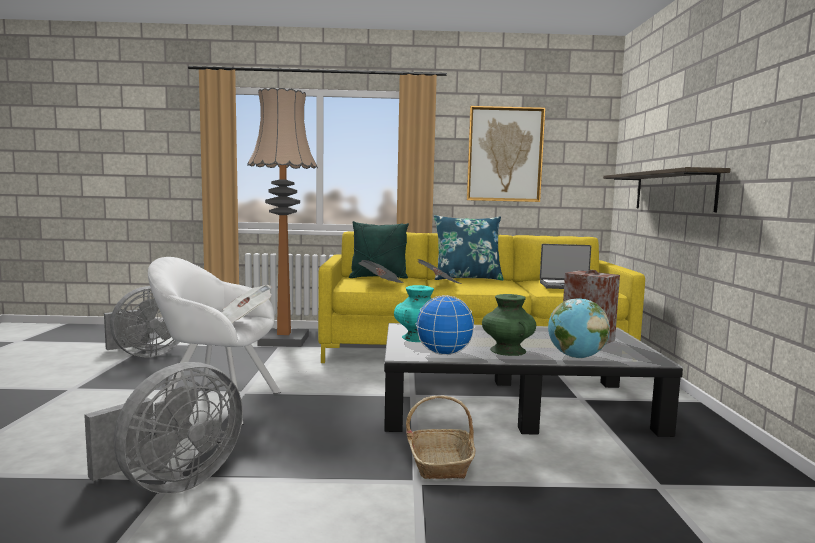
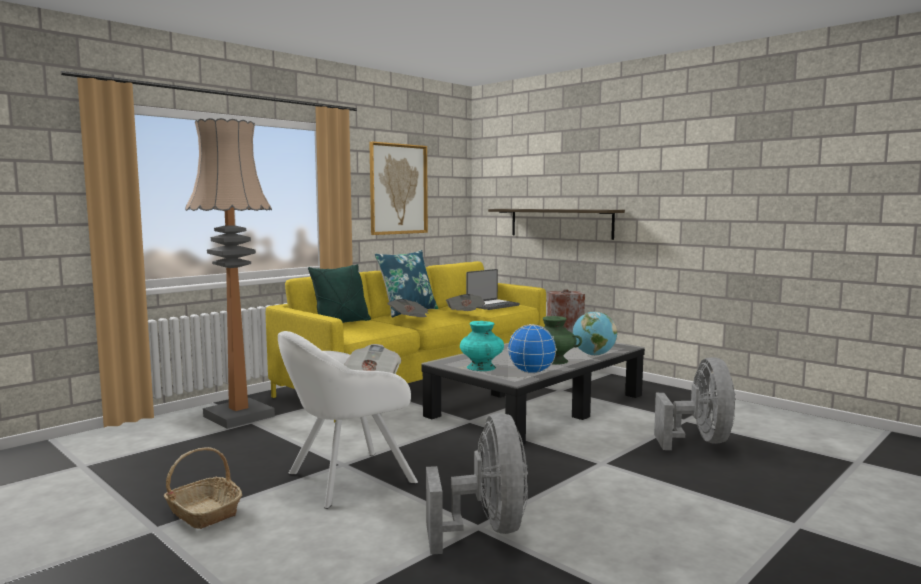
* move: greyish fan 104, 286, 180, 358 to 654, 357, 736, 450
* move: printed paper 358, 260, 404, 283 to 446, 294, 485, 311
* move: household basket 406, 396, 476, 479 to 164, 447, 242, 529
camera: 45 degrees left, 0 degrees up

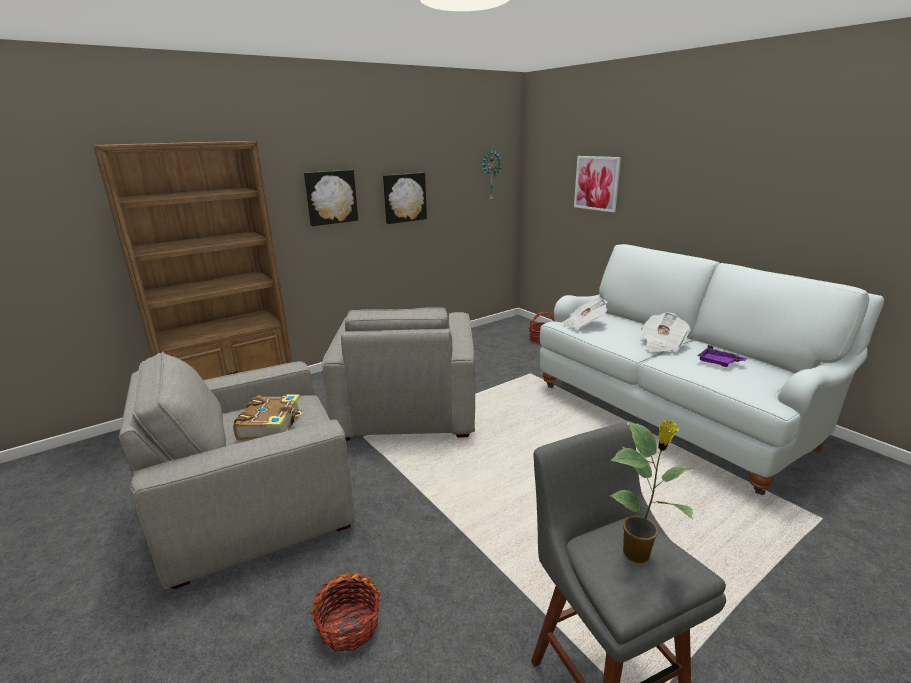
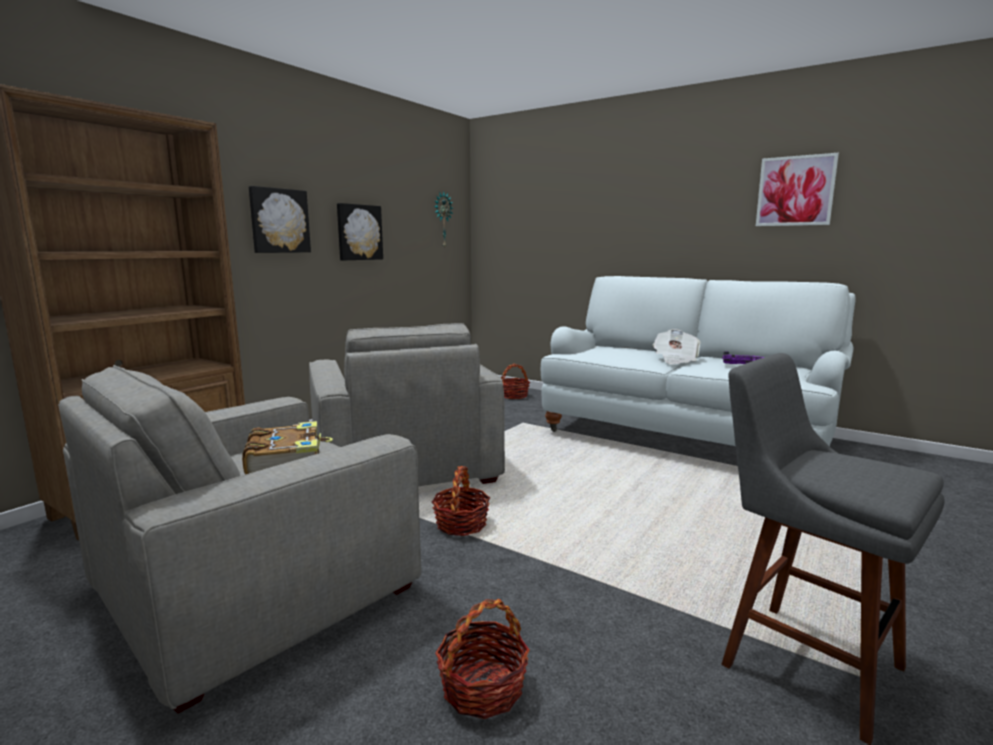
* delete: printed paper 561, 300, 608, 329
* delete: houseplant 609, 420, 694, 563
* insert: household basket 432, 466, 490, 536
* move: picture 574, 156, 621, 212 to 756, 153, 839, 226
camera: 20 degrees left, 10 degrees down

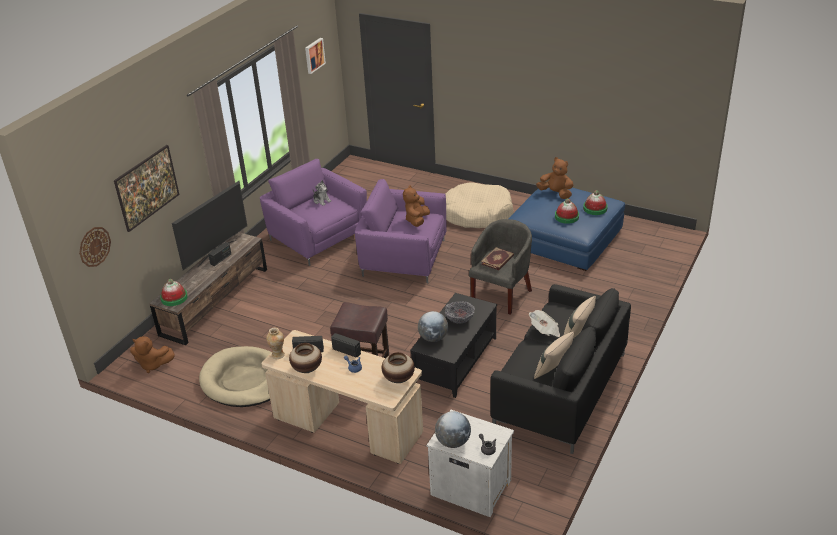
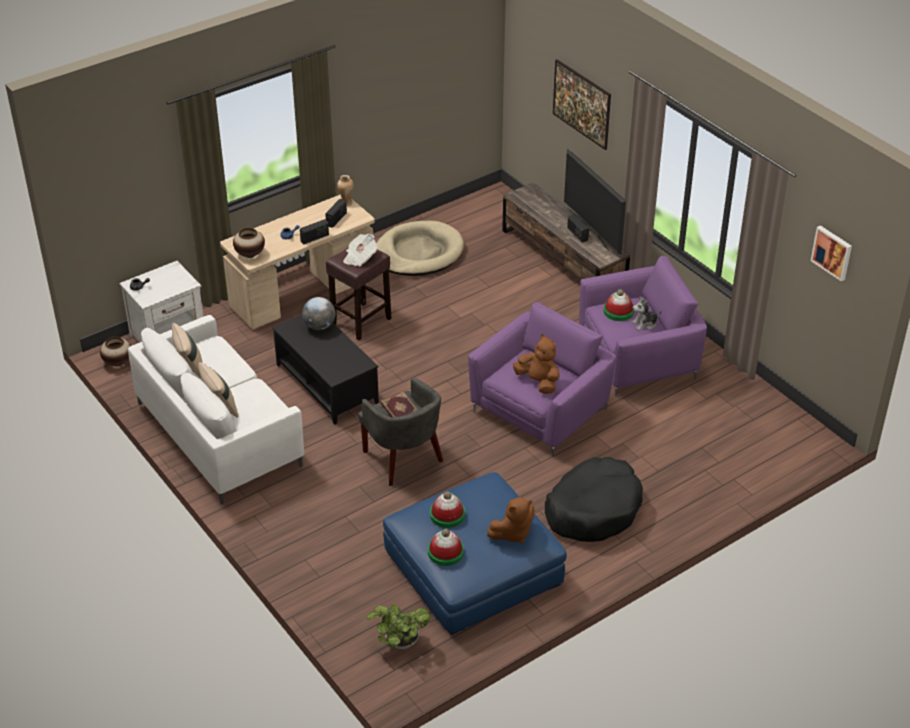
* delete: wall clock 79, 227, 111, 267
* delete: brown cuddly toy 130, 336, 175, 373
* delete: world globe 435, 411, 471, 448
* delete: serving bowl 445, 301, 475, 324
* insert: houseplant 367, 605, 430, 649
* move: wearable hat 160, 279, 188, 306 to 603, 289, 634, 321
* move: flower vase 289, 343, 322, 373 to 100, 337, 131, 366
* move: printed paper 529, 310, 560, 337 to 343, 234, 377, 267
* recolor: beige-coloured dog bed 446, 182, 514, 228 to black dog bed 545, 457, 643, 542
* recolor: black settee 490, 284, 631, 454 to white-coloured settee 128, 315, 304, 504
camera: 115 degrees right, 5 degrees up

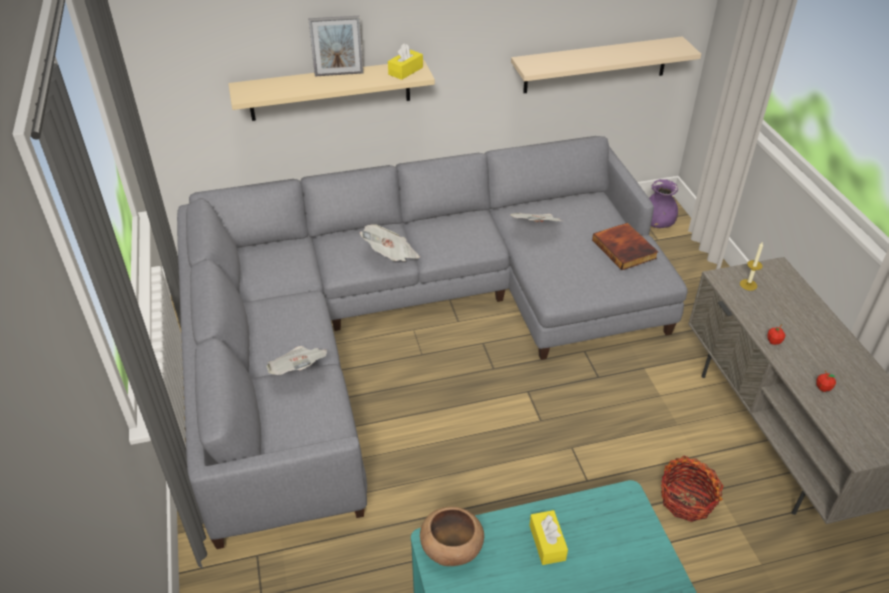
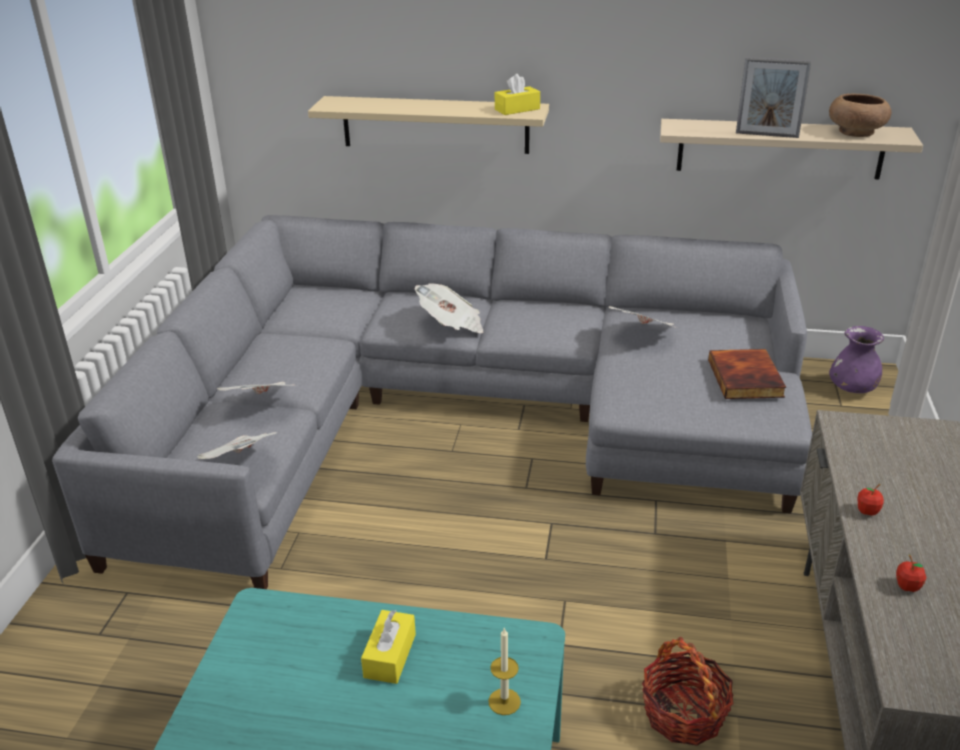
* insert: printed paper 197, 432, 277, 459
* move: standing frame 308, 16, 363, 76 to 736, 57, 811, 138
* move: brown serving bowl 420, 507, 484, 566 to 829, 94, 892, 137
* move: wax candle 740, 241, 763, 291 to 488, 627, 521, 715
camera: 25 degrees right, 10 degrees down

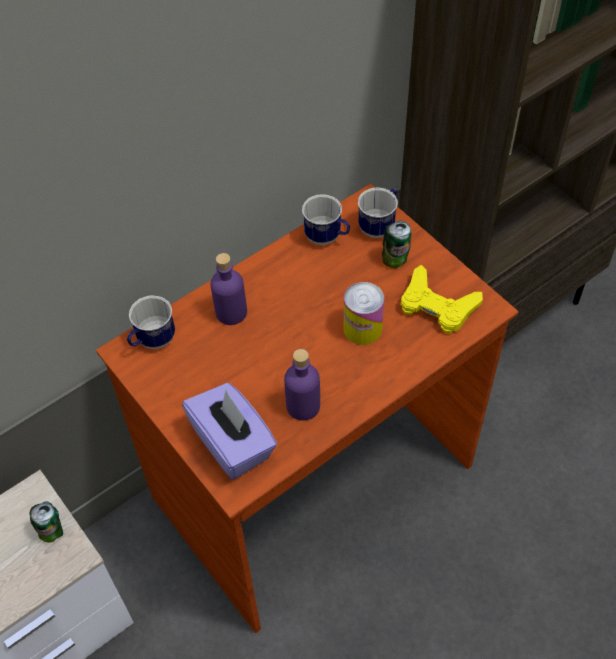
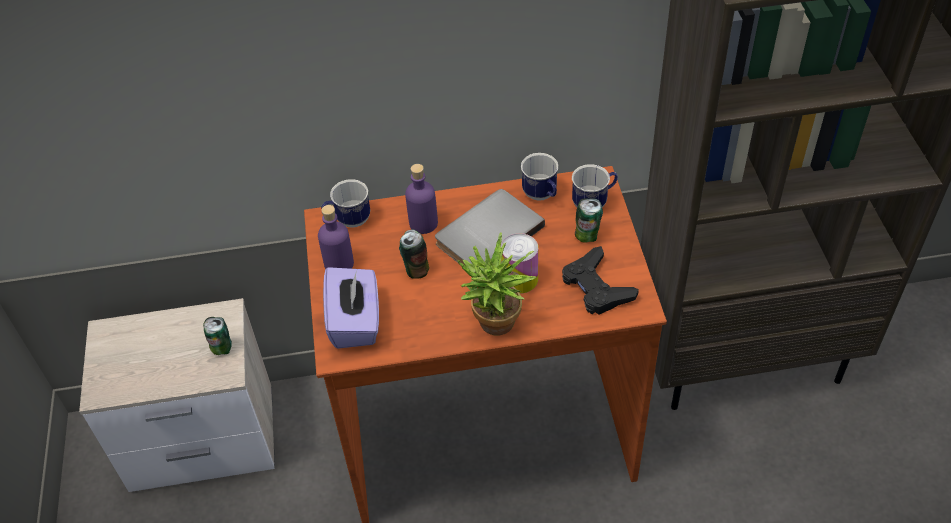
* insert: sealed can 399, 230, 429, 279
* insert: greyish volume 435, 189, 545, 273
* insert: houseplant 457, 232, 537, 335
* move: purple-coloured beverage bottle 284, 349, 320, 421 to 318, 205, 354, 269
* recolor: yellow-coloured joypad 401, 265, 483, 334 to black joypad 562, 246, 639, 315
camera: 30 degrees right, 5 degrees down

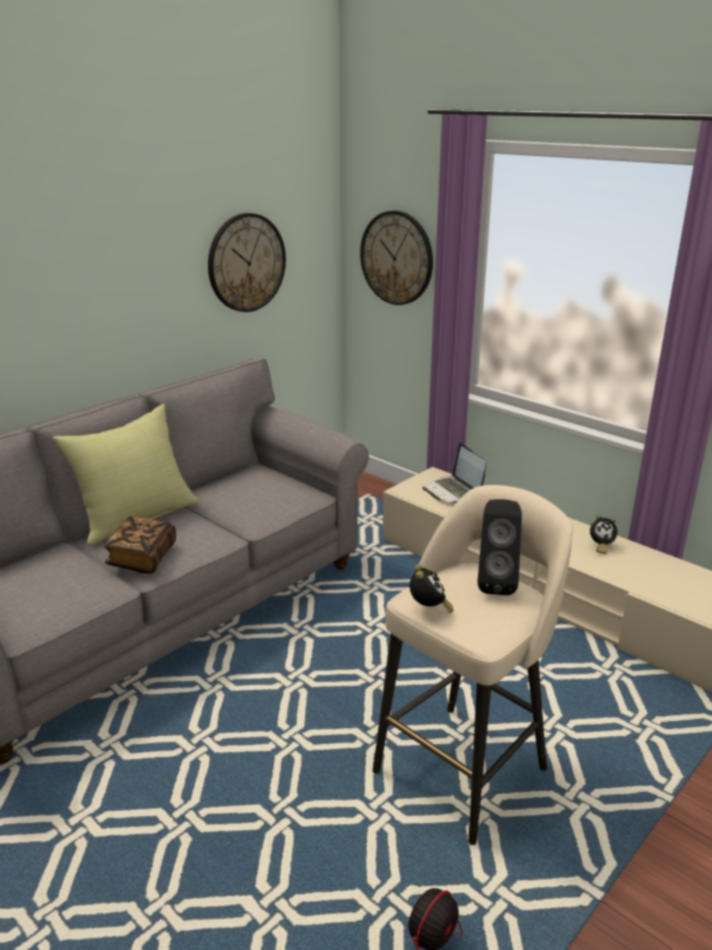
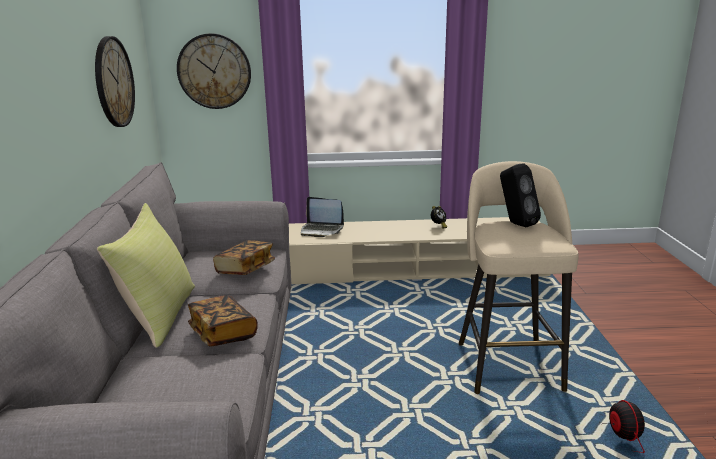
* delete: table clock 410, 564, 454, 613
* insert: volume 213, 240, 275, 275
camera: 45 degrees left, 5 degrees down

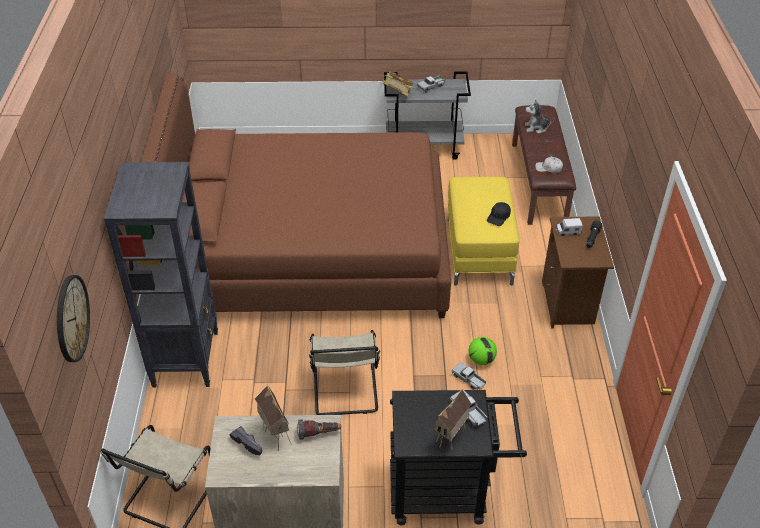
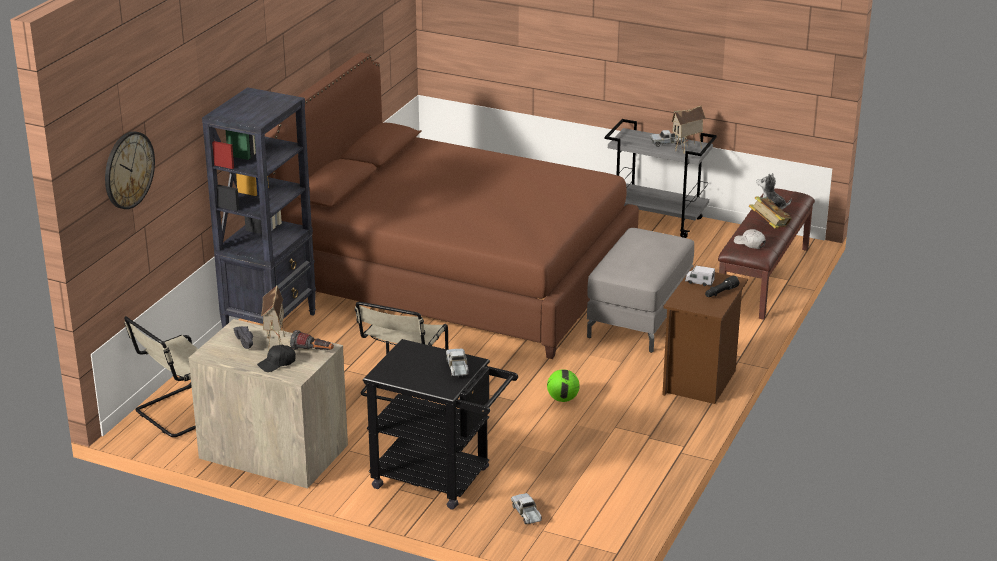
* move: volume 382, 71, 413, 96 to 749, 196, 792, 229
* move: toy house 434, 389, 472, 449 to 672, 105, 706, 154
* move: toy lorry 452, 363, 486, 390 to 511, 493, 542, 525
* move: black cap 487, 202, 511, 226 to 257, 345, 296, 372
* recolor: yellow-coloured ottoman 448, 177, 520, 286 to greyish ottoman 587, 228, 694, 353
camera: 25 degrees right, 15 degrees down

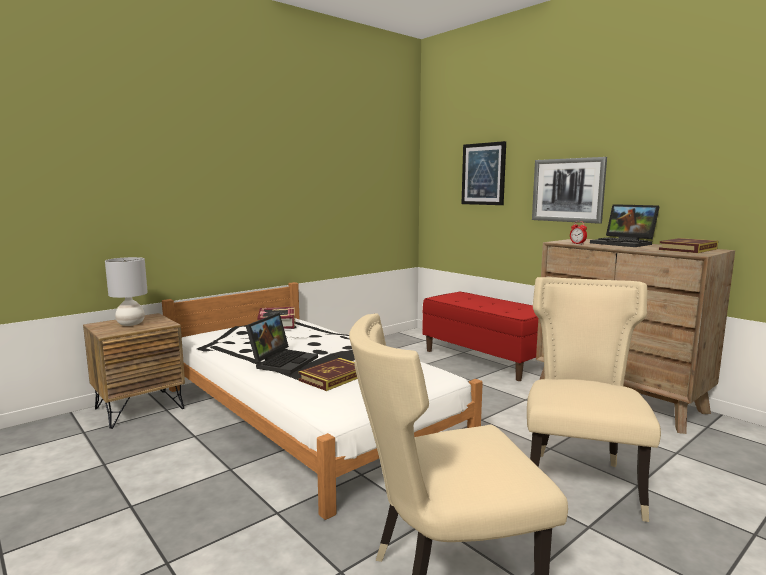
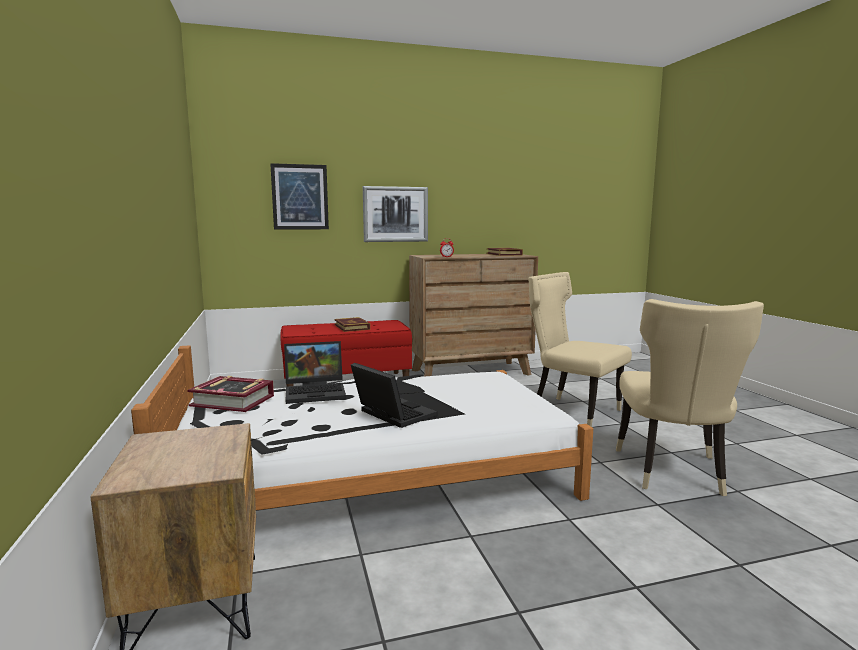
* delete: greyish table lamp 105, 257, 148, 326
* move: volume 298, 358, 357, 391 to 334, 317, 370, 332
* move: notebook computer 590, 204, 660, 247 to 284, 341, 346, 404
camera: 65 degrees left, 0 degrees up

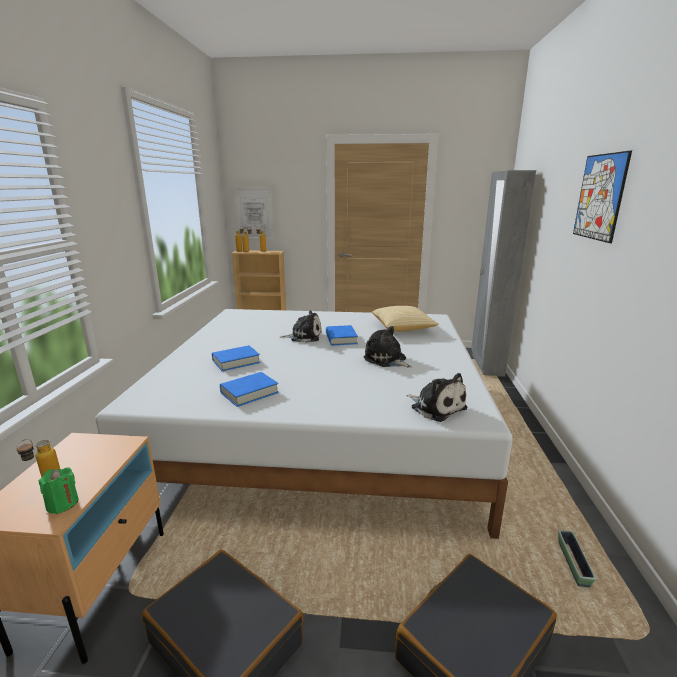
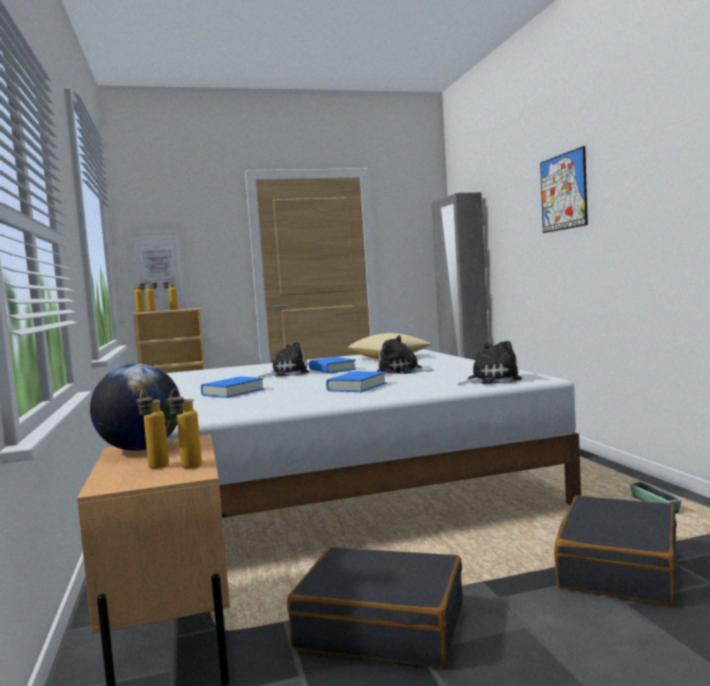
* insert: world globe 90, 364, 181, 451
* move: blue-coloured volume 220, 372, 279, 407 to 326, 371, 386, 392
* replace: greenish wax candle 39, 467, 79, 514 to beverage bottle 168, 389, 202, 469
* rotate: cuddly toy 406, 373, 467, 422 = 458, 341, 522, 385 45 degrees counterclockwise
camera: 20 degrees left, 15 degrees down

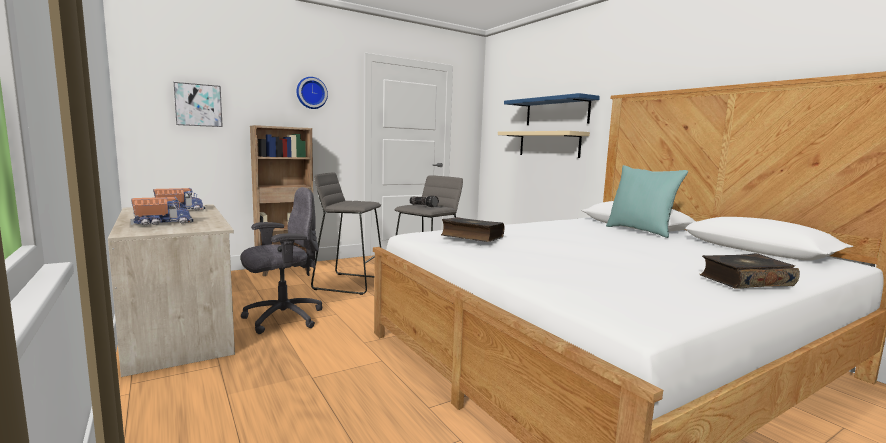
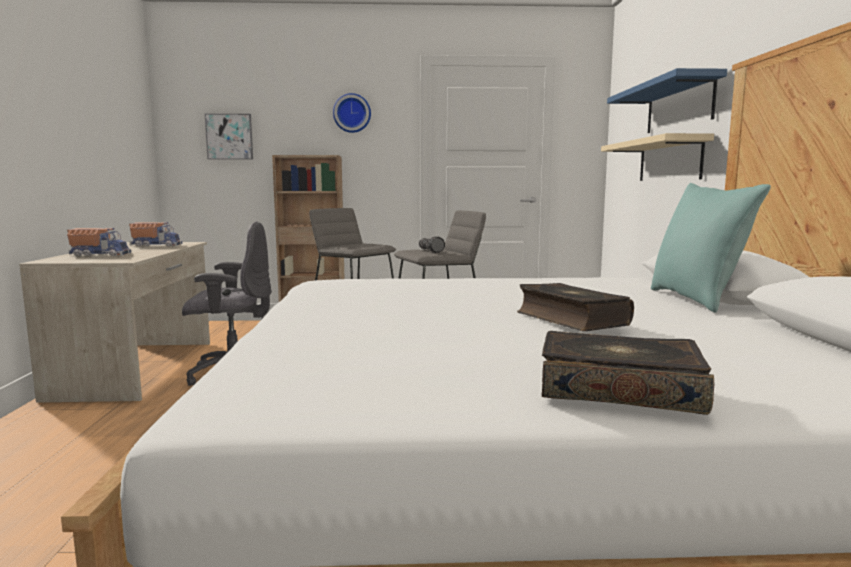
* move: volume 441, 217, 504, 242 to 517, 283, 634, 331
camera: 30 degrees right, 0 degrees up

